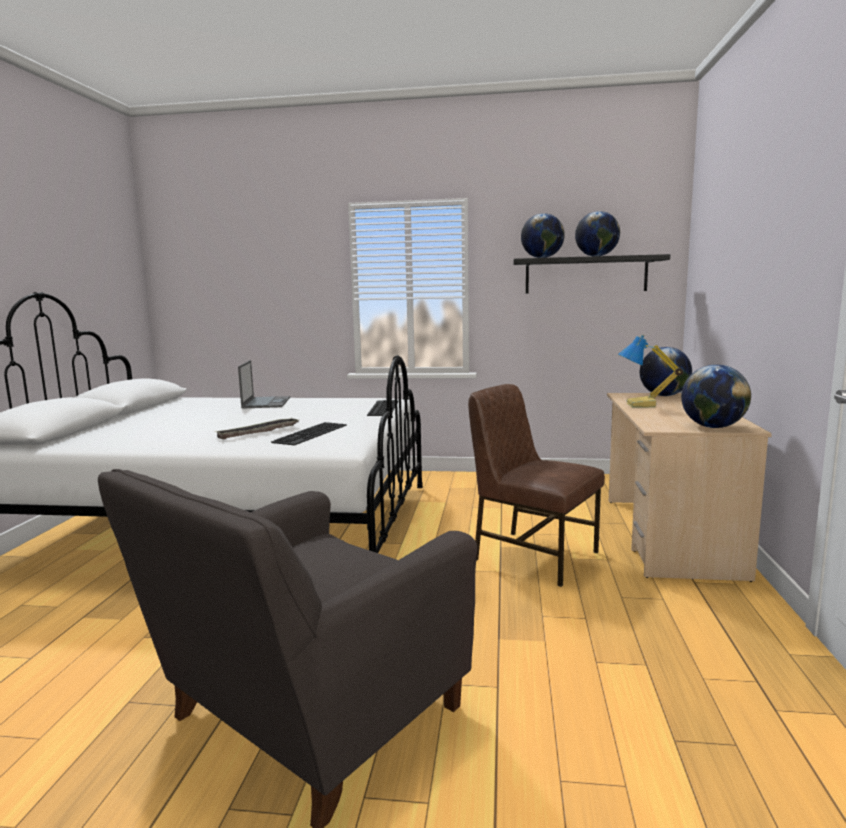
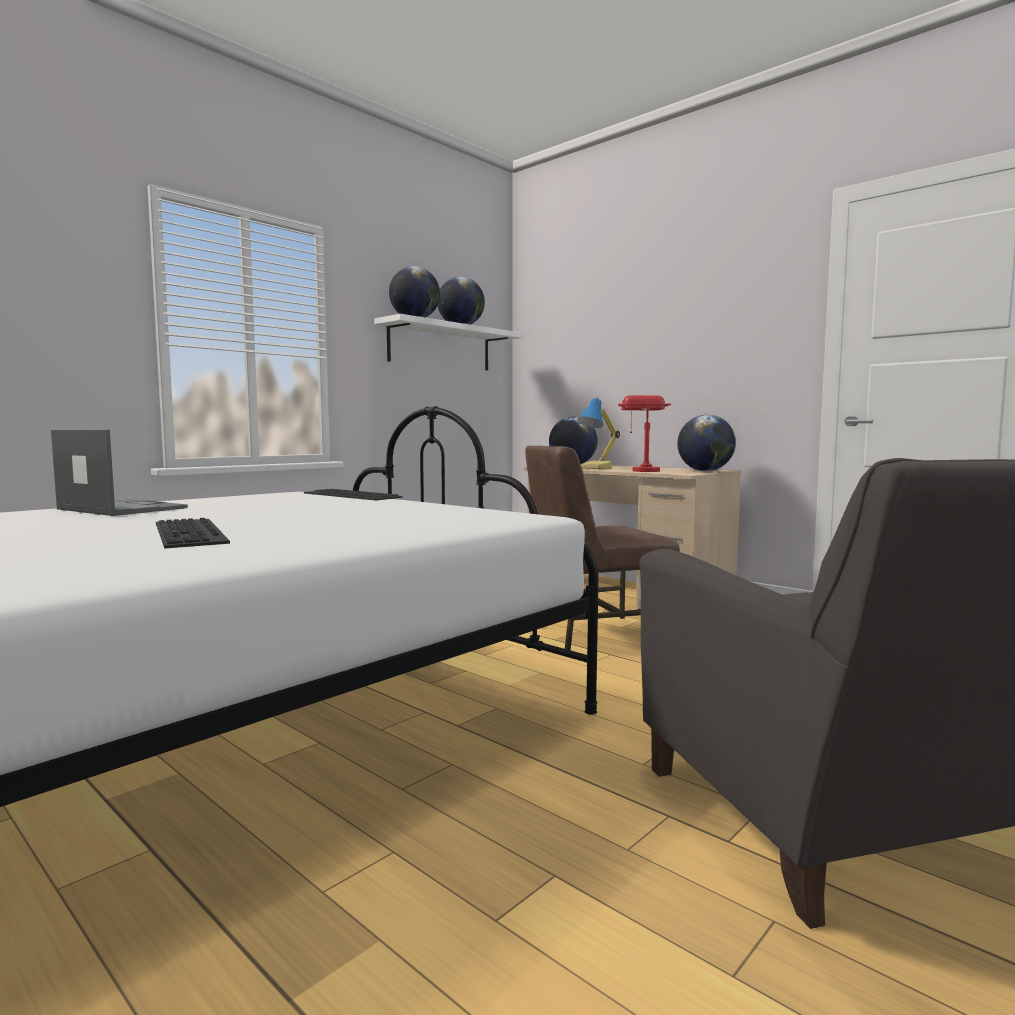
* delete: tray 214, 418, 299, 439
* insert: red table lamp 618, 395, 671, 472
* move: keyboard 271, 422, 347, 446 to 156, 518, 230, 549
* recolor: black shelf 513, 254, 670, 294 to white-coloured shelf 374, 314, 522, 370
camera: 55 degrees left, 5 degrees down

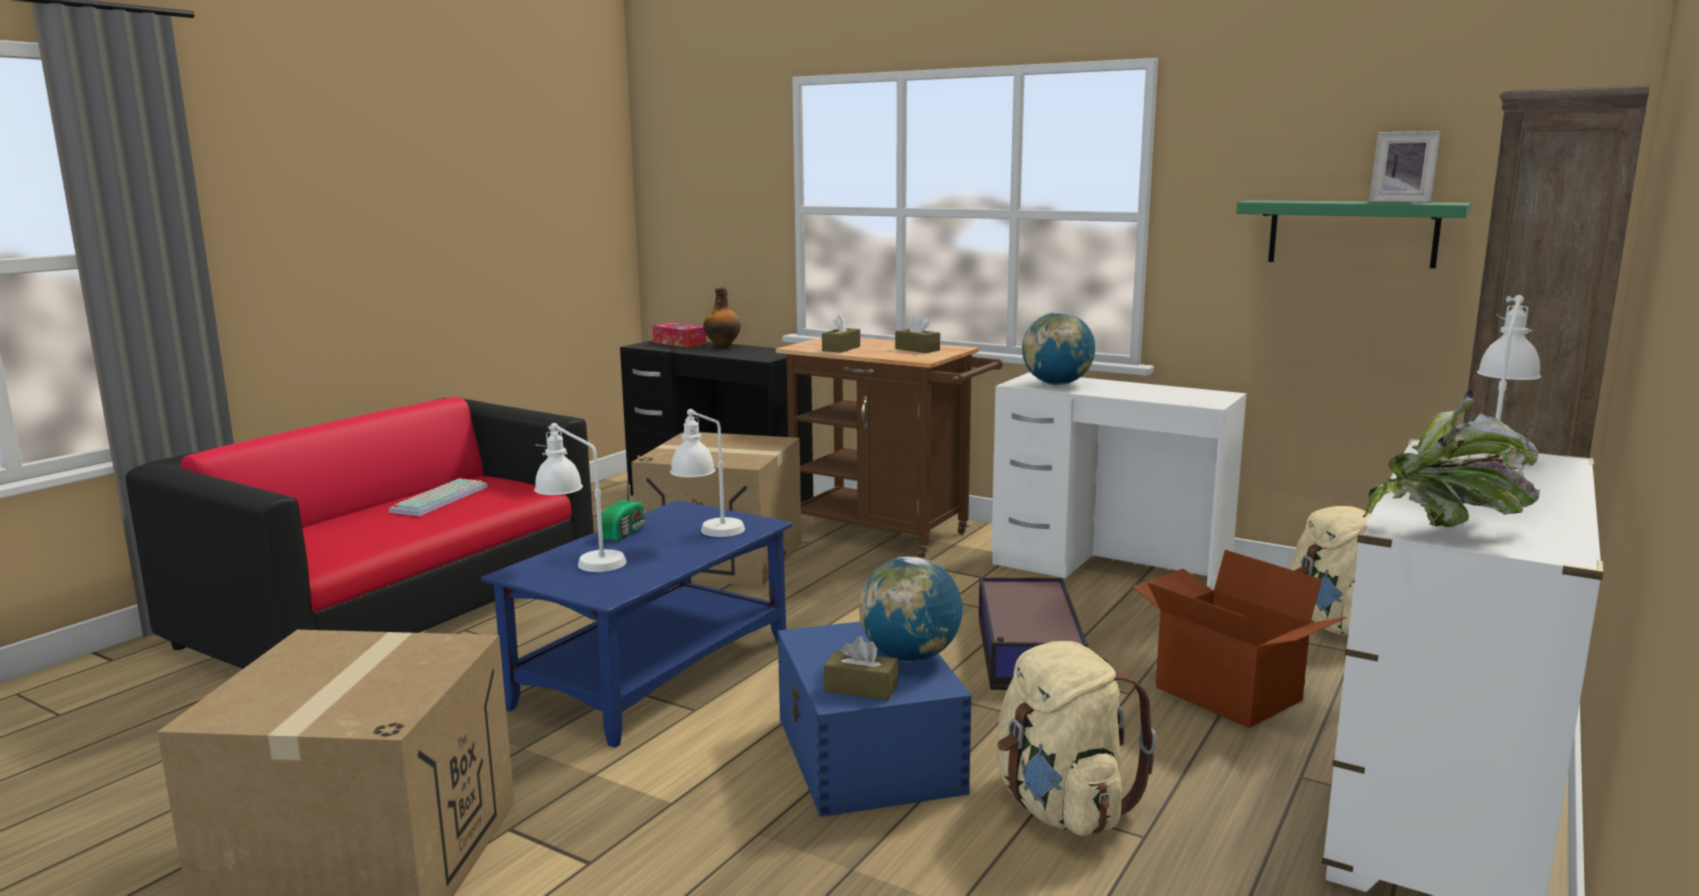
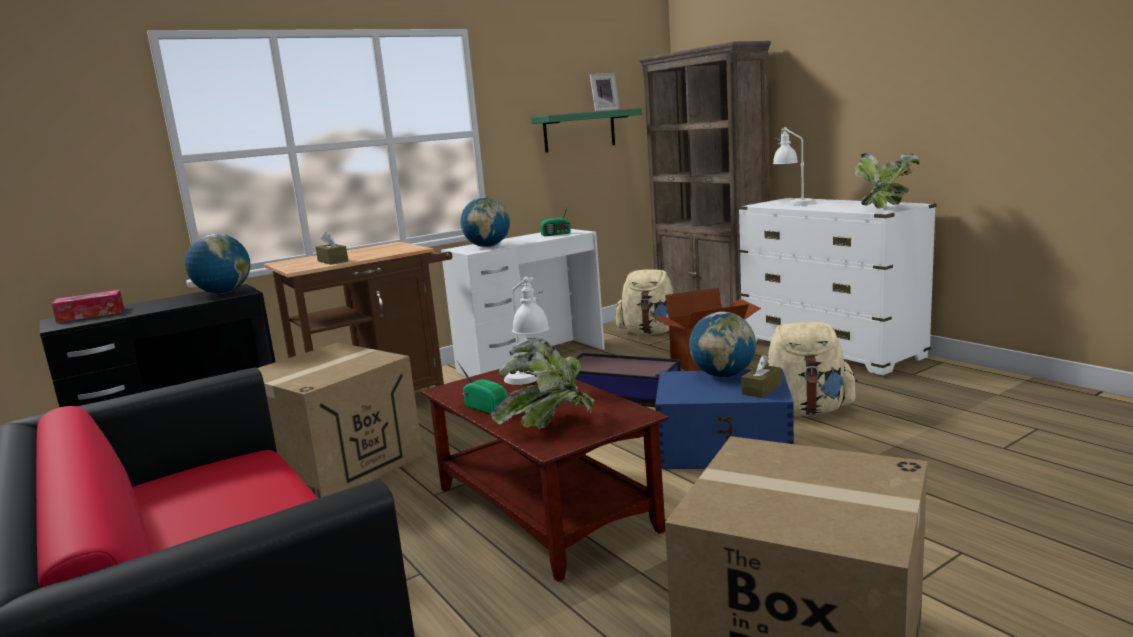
* delete: keyboard 389, 478, 488, 516
* delete: beverage bottle 703, 287, 741, 348
* delete: brown tissue box 895, 314, 940, 353
* insert: world globe 185, 234, 250, 294
* insert: radio receiver 540, 205, 571, 236
* replace: white-coloured table lamp 534, 423, 627, 572 to houseplant 491, 337, 594, 429
* recolor: blue-coloured coffee table 481, 500, 793, 748 to brown coffee table 421, 369, 668, 582
camera: 65 degrees left, 0 degrees up

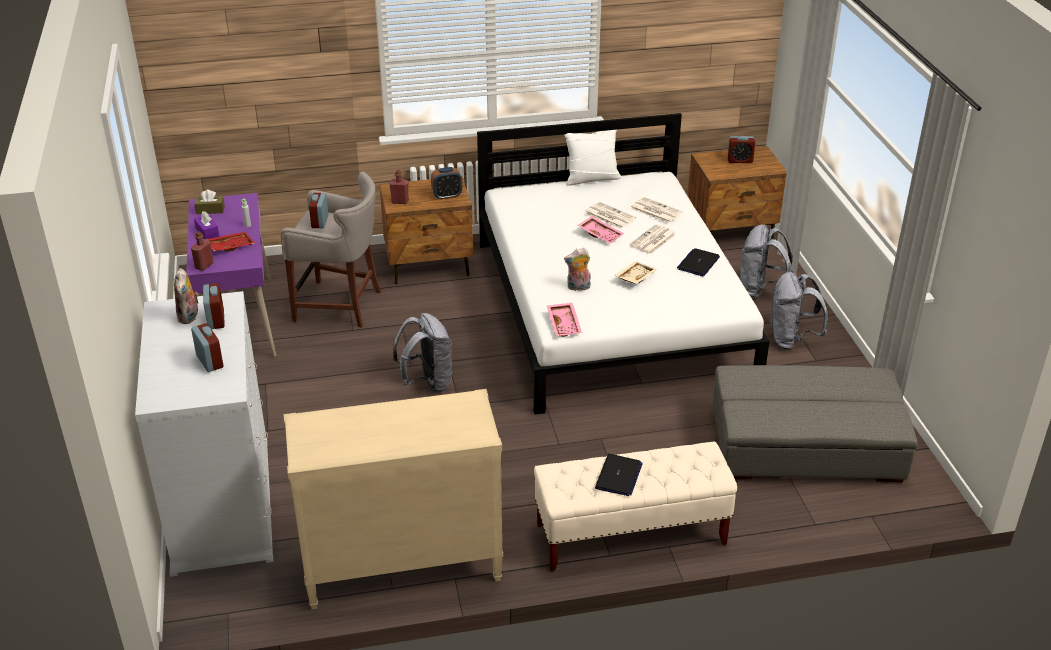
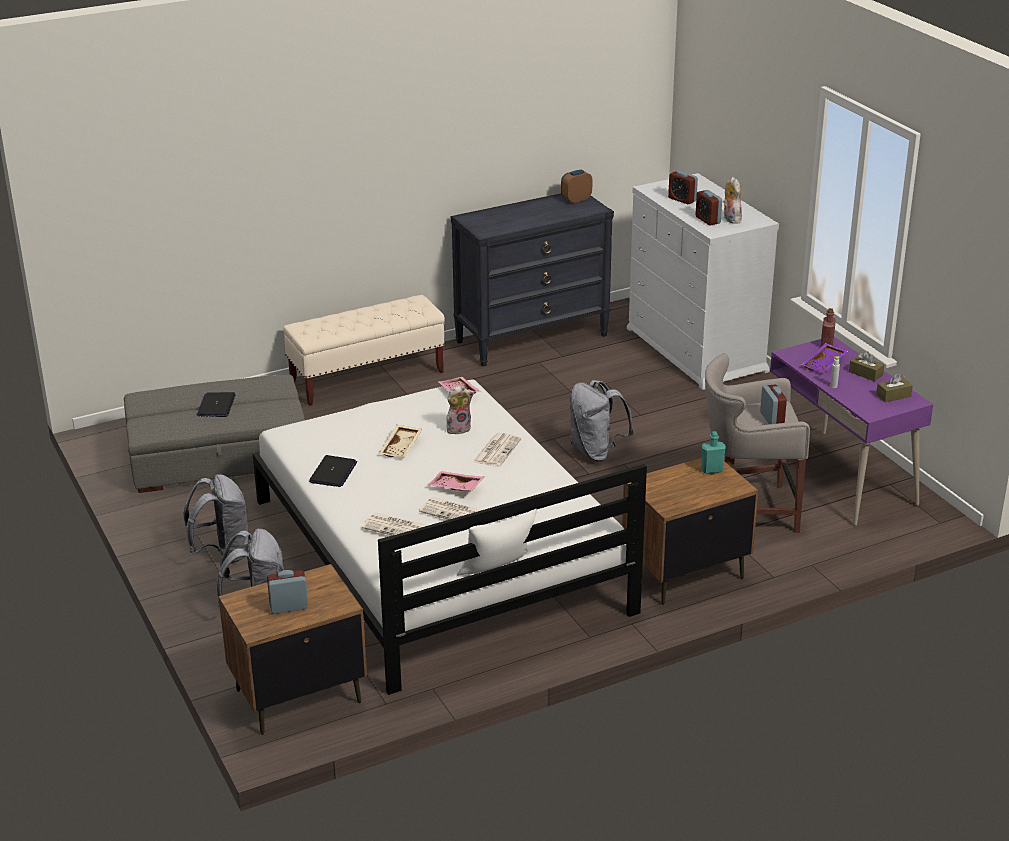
* move: table clock 431, 167, 462, 200 to 561, 170, 593, 203
* move: notebook computer 595, 454, 643, 496 to 197, 392, 236, 417
* move: printed paper 629, 224, 676, 255 to 473, 433, 522, 467
* recolor: purple-coloured tissue box 194, 211, 219, 239 to brown tissue box 849, 351, 884, 382
* recolor: red tray 206, 232, 255, 252 to purple-coloured tray 801, 343, 848, 373
* recolor: beige-coloured drawer chest 284, 389, 503, 610 to black drawer chest 451, 193, 614, 366
* recolor: red beverage bottle 389, 170, 409, 204 to turquoise-coloured beverage bottle 701, 431, 726, 474
camera: 165 degrees right, 5 degrees down

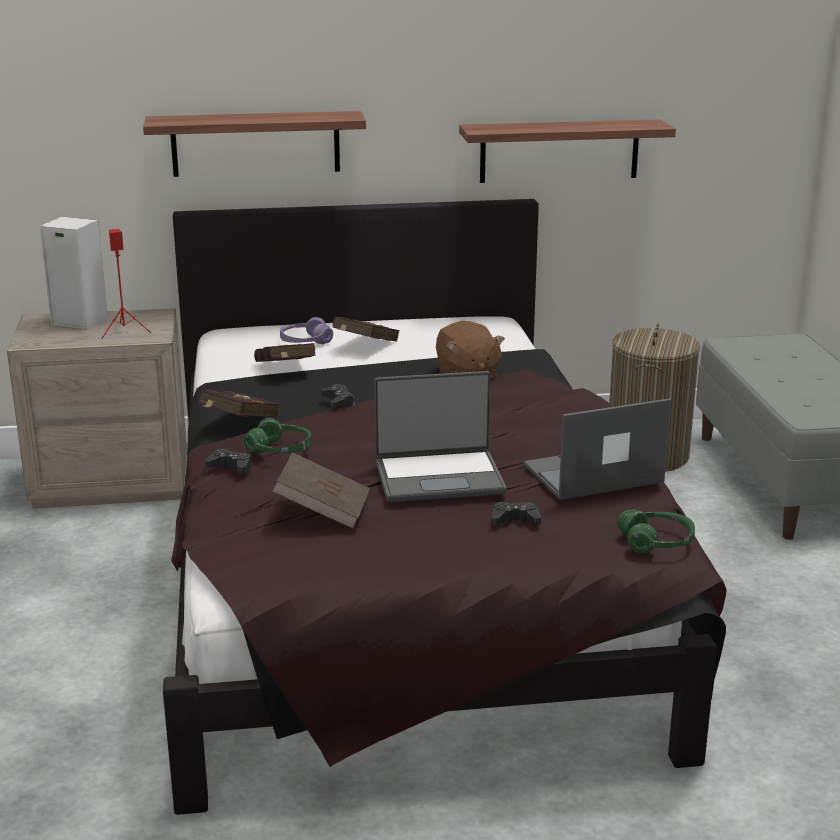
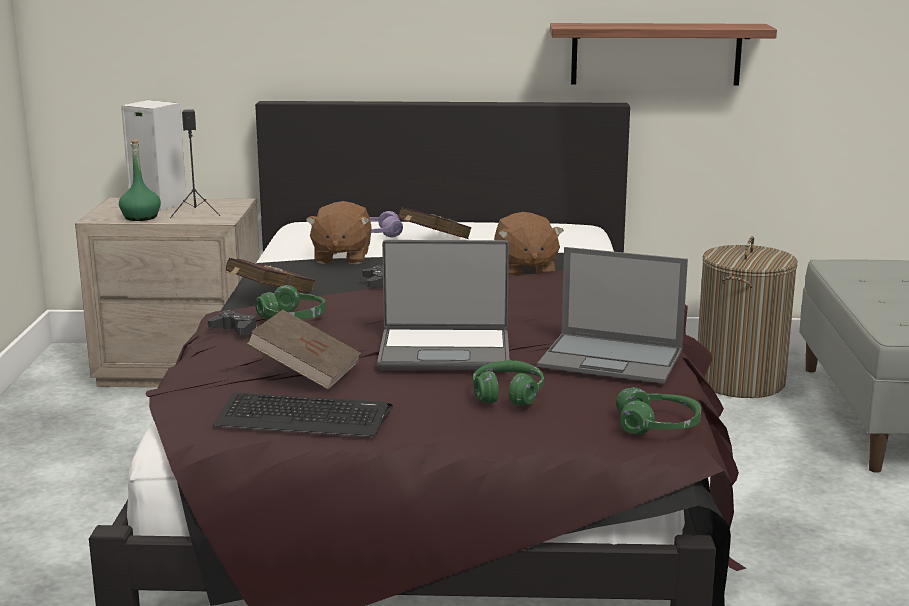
* delete: shelf 143, 111, 366, 177
* insert: greenish beverage bottle 119, 140, 161, 221
* insert: keyboard 213, 393, 393, 437
* replace: red volume 254, 343, 316, 362 to brown cuddly toy 306, 201, 372, 264
* replace: black joypad 491, 502, 541, 525 to greenish headphones 473, 360, 544, 406
* recolor: red speaker 101, 229, 151, 339 to black speaker 170, 109, 221, 218
* rotate: notebook computer 524, 398, 671, 500 = 537, 247, 688, 384 150 degrees counterclockwise
camera: 10 degrees right, 5 degrees down

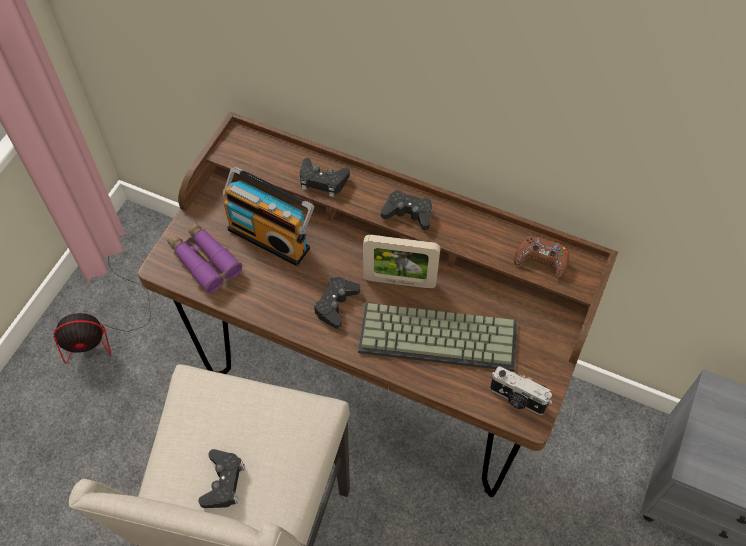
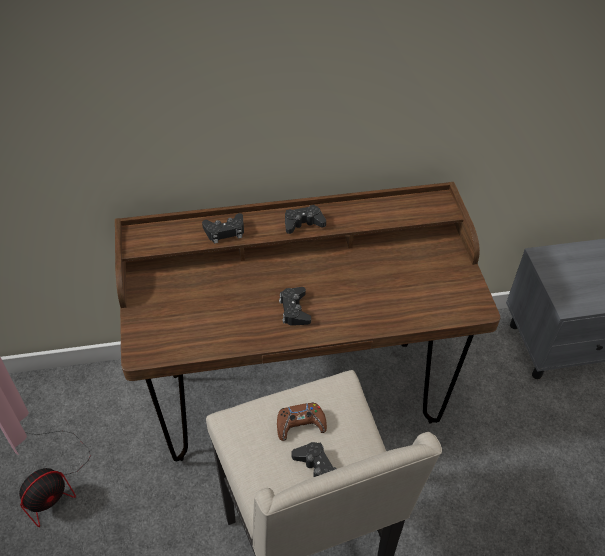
* delete: purple-coloured pair of binoculars 167, 222, 242, 293
* delete: radio receiver 222, 167, 314, 266
* delete: keyboard 358, 303, 518, 371
* delete: standing frame 363, 235, 441, 288
* delete: photo camera 490, 366, 552, 415
* move: brown joypad 514, 236, 569, 279 to 277, 403, 327, 441
camera: 35 degrees left, 10 degrees down

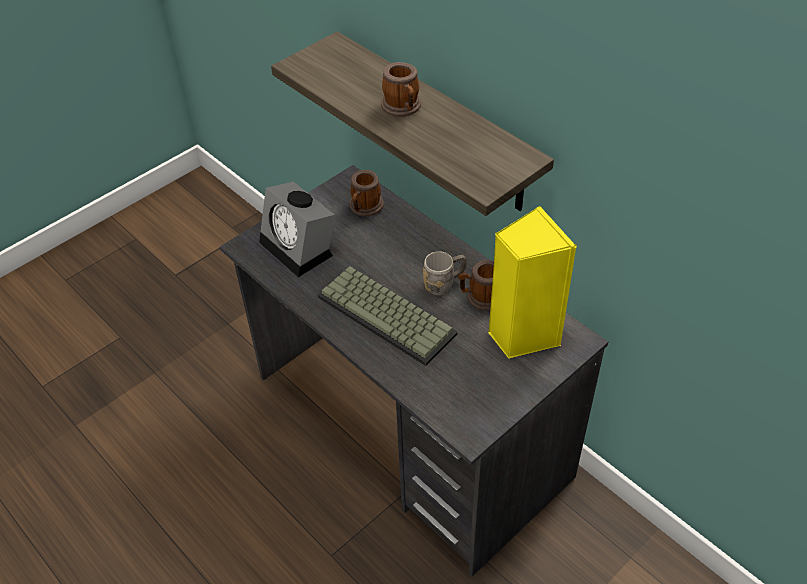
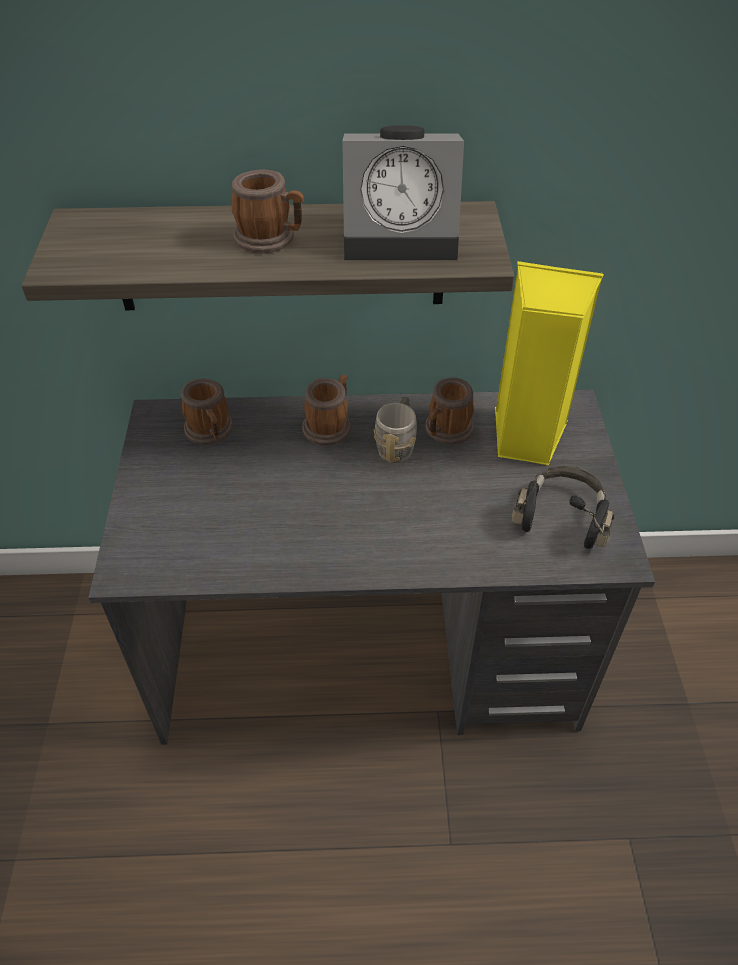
* delete: keyboard 318, 266, 458, 366
* insert: mug 302, 374, 351, 446
* insert: black headphones 512, 466, 614, 549
* move: table clock 259, 182, 335, 277 to 342, 125, 464, 260
camera: 50 degrees left, 0 degrees up

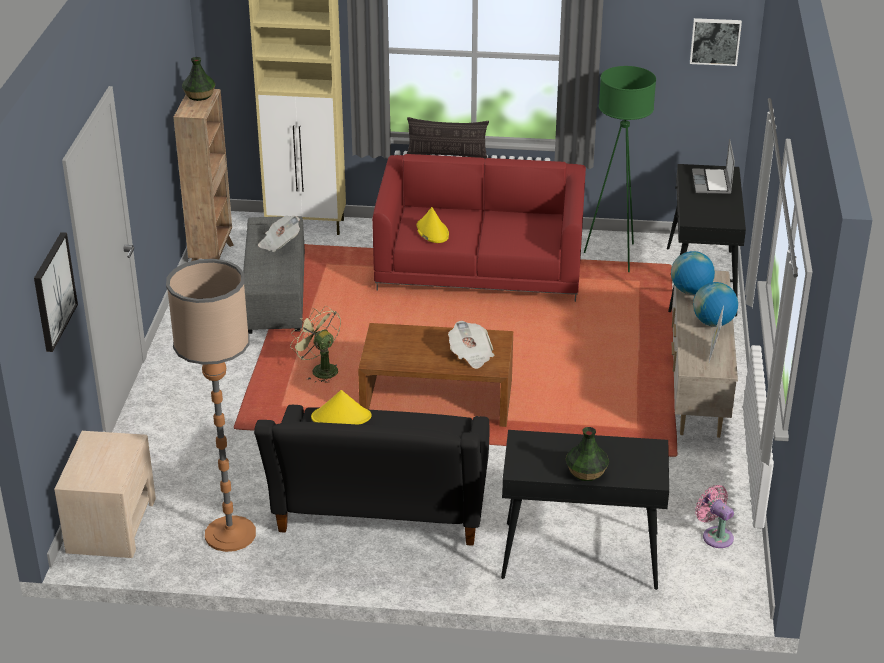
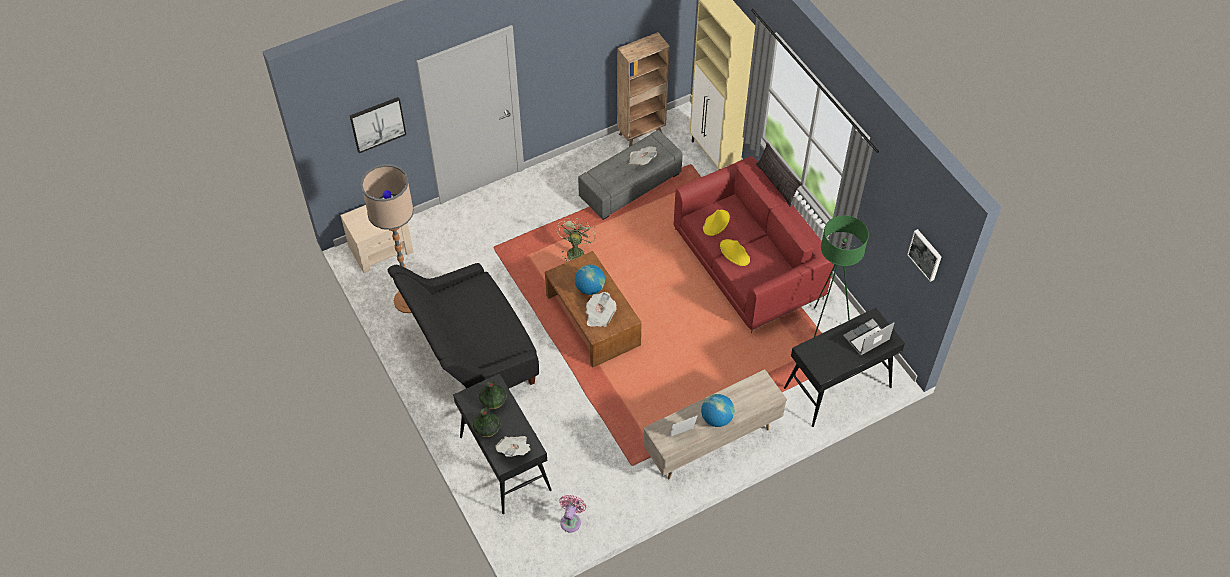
* insert: printed paper 495, 436, 531, 457
* move: flower vase 182, 57, 215, 101 to 479, 380, 506, 409
* move: yellow-coloured wearable hat 311, 390, 372, 425 to 720, 239, 750, 266
* move: world globe 671, 251, 715, 294 to 575, 265, 605, 295
camera: 55 degrees right, 20 degrees up

